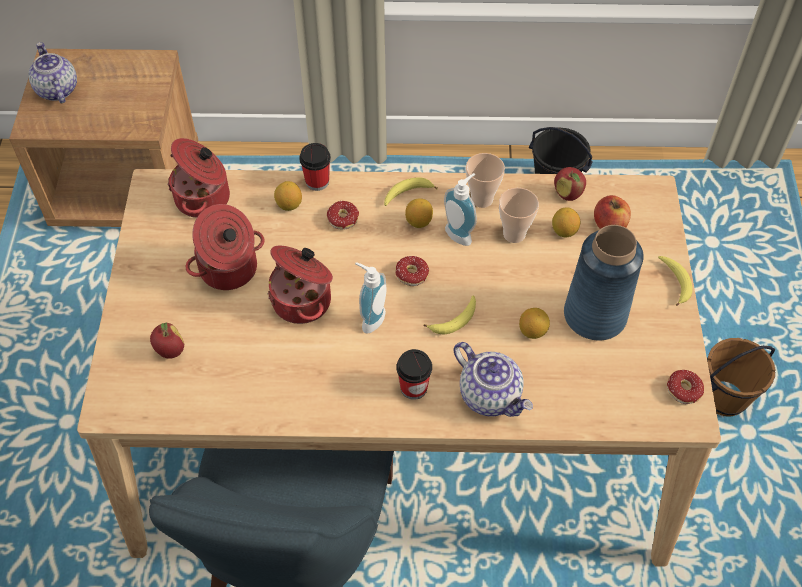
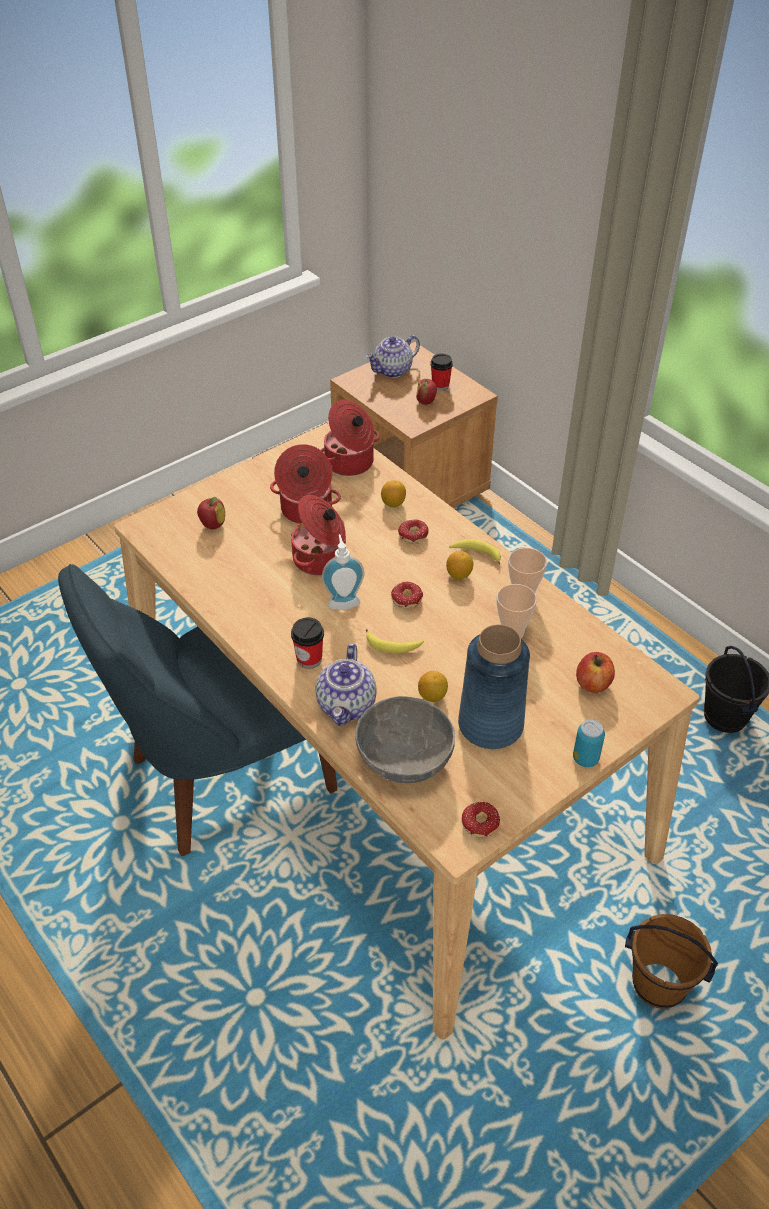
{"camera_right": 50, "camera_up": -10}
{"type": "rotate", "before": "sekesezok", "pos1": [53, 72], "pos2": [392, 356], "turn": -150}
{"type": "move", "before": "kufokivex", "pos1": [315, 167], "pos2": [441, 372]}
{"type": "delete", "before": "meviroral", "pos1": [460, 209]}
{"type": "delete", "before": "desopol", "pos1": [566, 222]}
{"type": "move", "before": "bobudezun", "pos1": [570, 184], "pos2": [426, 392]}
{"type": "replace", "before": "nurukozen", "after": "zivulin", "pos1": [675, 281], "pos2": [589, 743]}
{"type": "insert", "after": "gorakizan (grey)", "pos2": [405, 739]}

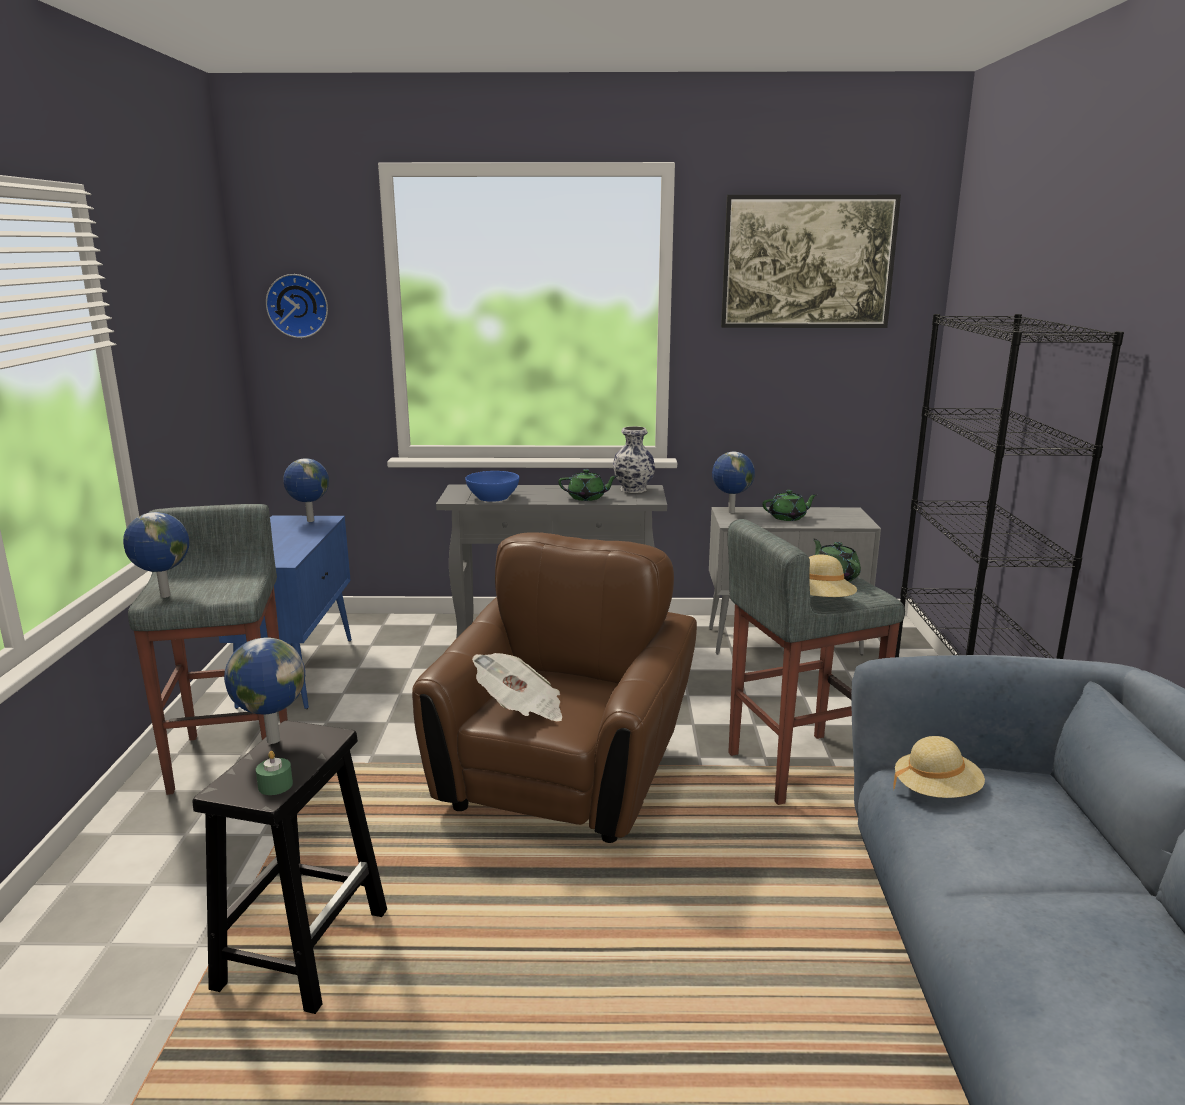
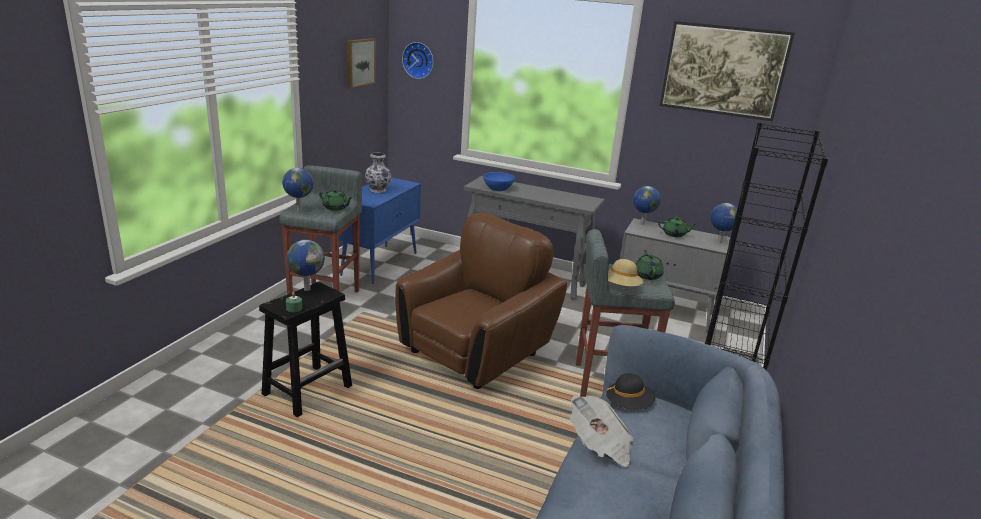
{"camera_right": 20, "camera_up": 5}
{"type": "move", "before": "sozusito", "pos1": [306, 490], "pos2": [724, 223]}
{"type": "move", "before": "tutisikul", "pos1": [517, 687], "pos2": [601, 431]}
{"type": "move", "before": "sekesezok (green)", "pos1": [588, 485], "pos2": [336, 200]}
{"type": "move", "before": "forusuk", "pos1": [634, 459], "pos2": [378, 172]}
{"type": "recolor", "before": "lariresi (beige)", "after": "lariresi (black)", "pos1": [939, 767], "pos2": [630, 391]}
{"type": "insert", "after": "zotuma", "pos2": [360, 63]}

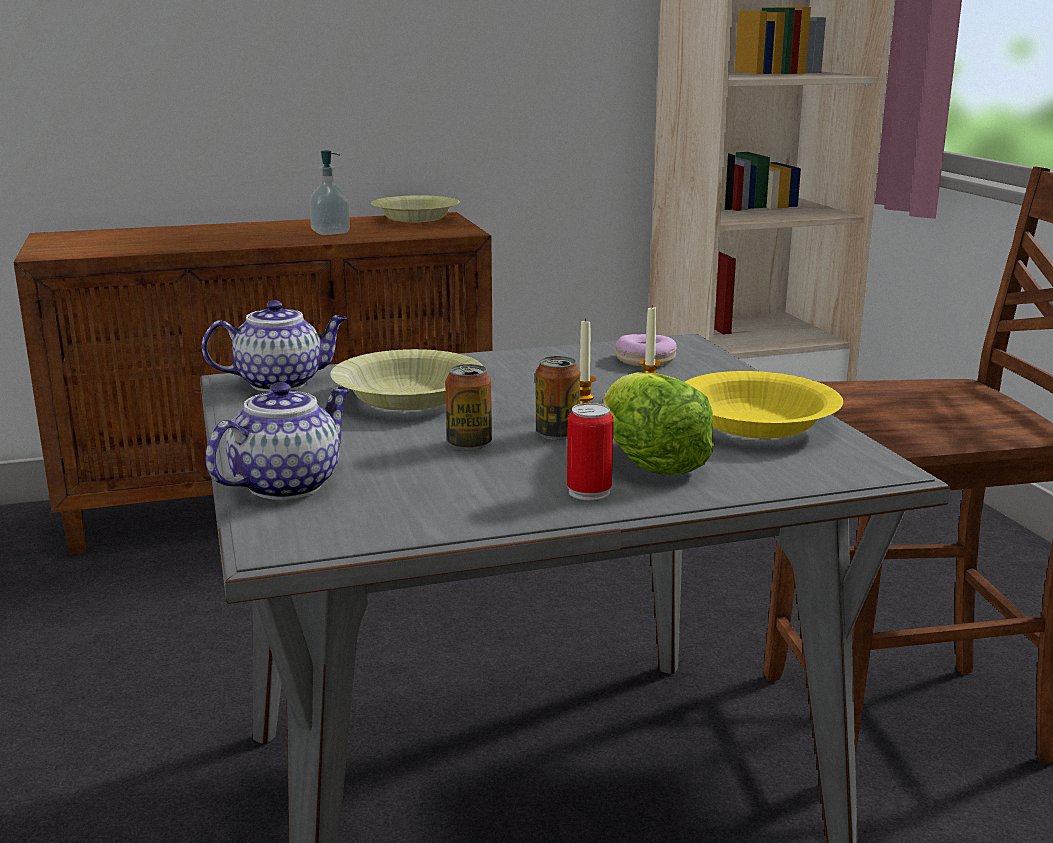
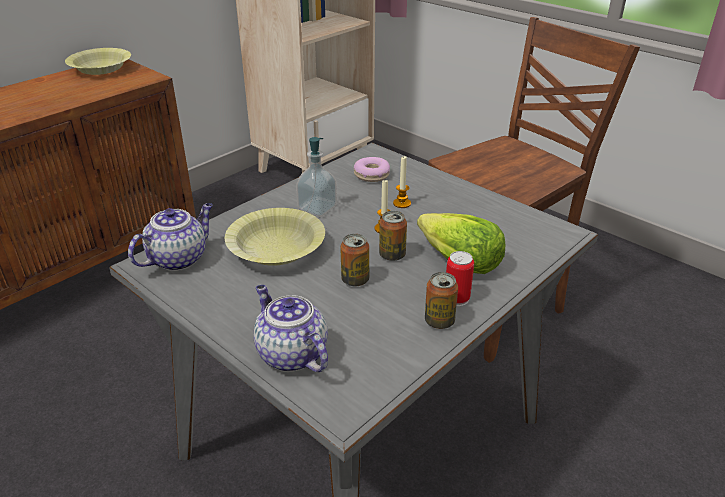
{"camera_right": -30, "camera_up": 15}
{"type": "rotate", "before": "sekesezok", "pos1": [278, 441], "pos2": [291, 328], "turn": -45}
{"type": "move", "before": "meviroral", "pos1": [329, 192], "pos2": [316, 177]}
{"type": "delete", "before": "gorakizan (yellow)", "pos1": [764, 405]}
{"type": "insert", "after": "zivulin", "pos2": [441, 300]}

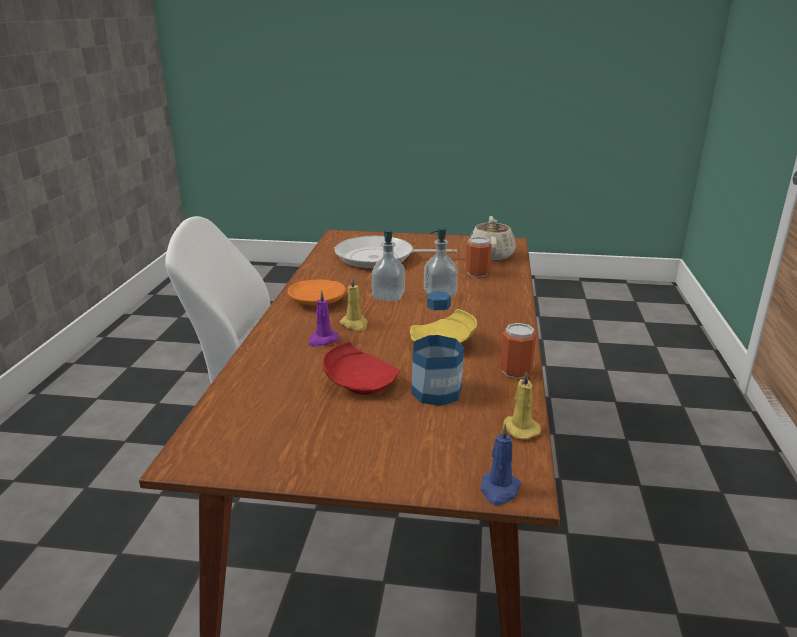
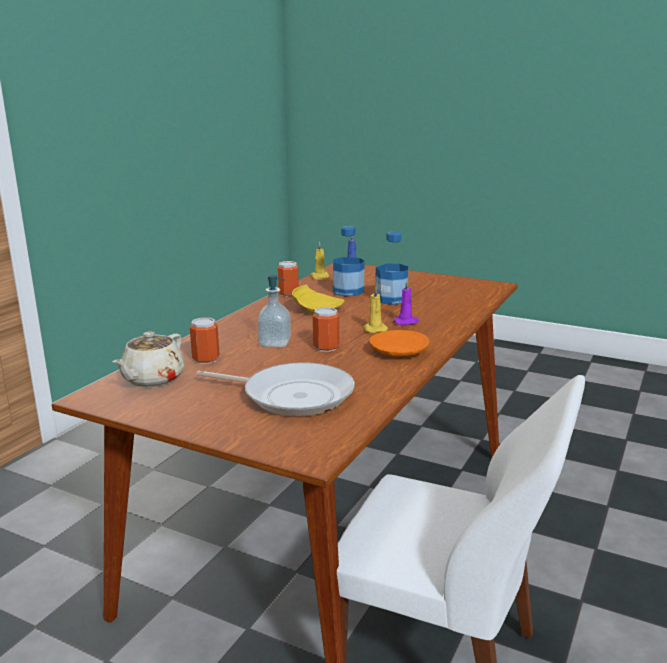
{"camera_right": -160, "camera_up": -5}
{"type": "replace", "before": "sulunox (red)", "after": "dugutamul", "pos1": [361, 368], "pos2": [392, 268]}
{"type": "replace", "before": "meviroral", "after": "zivulin", "pos1": [388, 265], "pos2": [326, 329]}

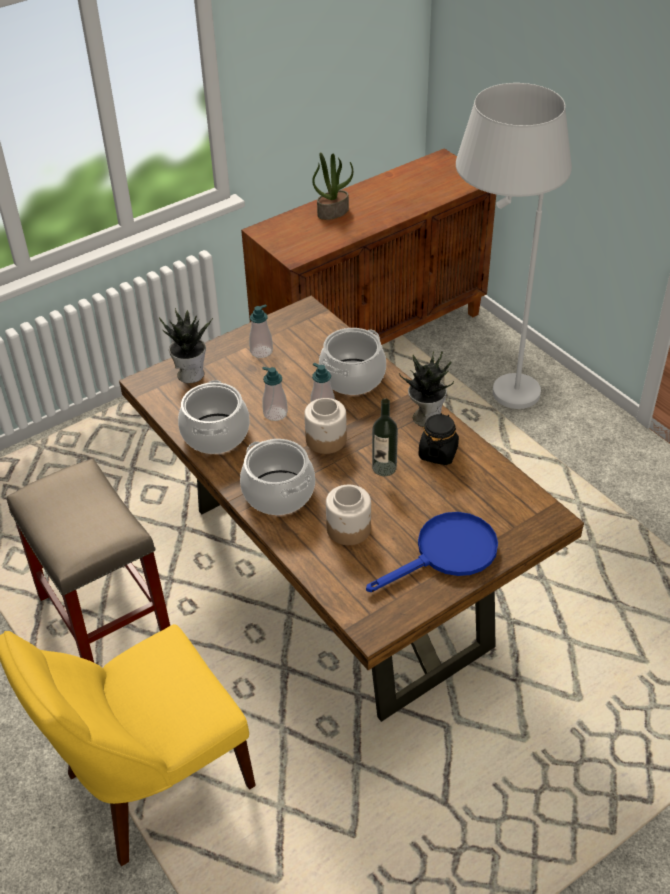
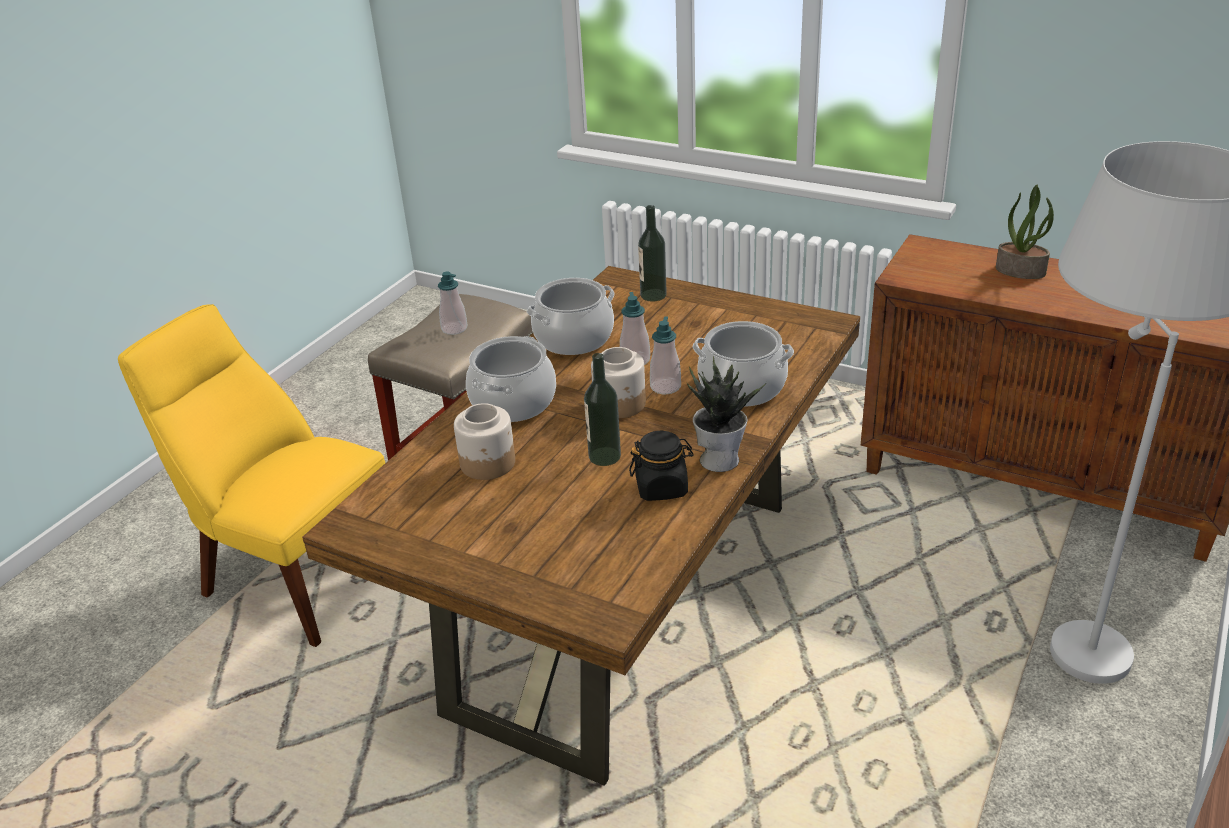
{"camera_right": 65, "camera_up": -10}
{"type": "replace", "before": "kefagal", "after": "dugutamul", "pos1": [186, 345], "pos2": [652, 253]}
{"type": "move", "before": "meviroral", "pos1": [261, 331], "pos2": [452, 303]}
{"type": "delete", "before": "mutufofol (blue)", "pos1": [432, 552]}

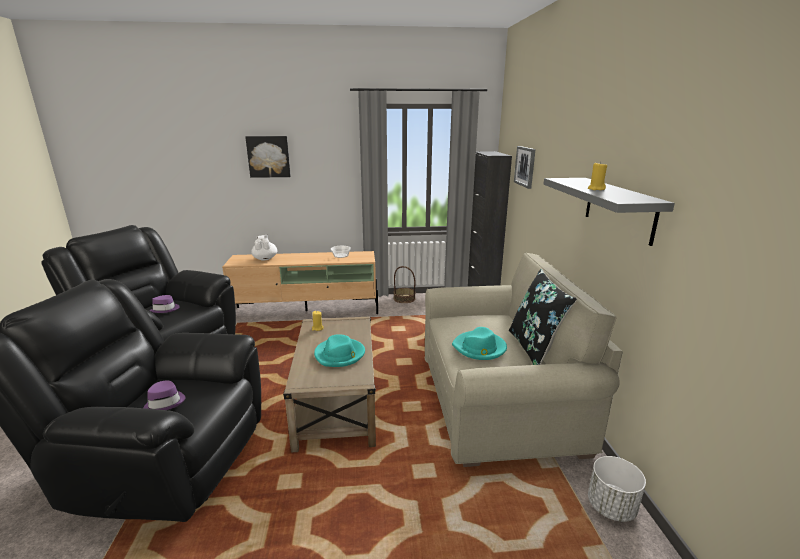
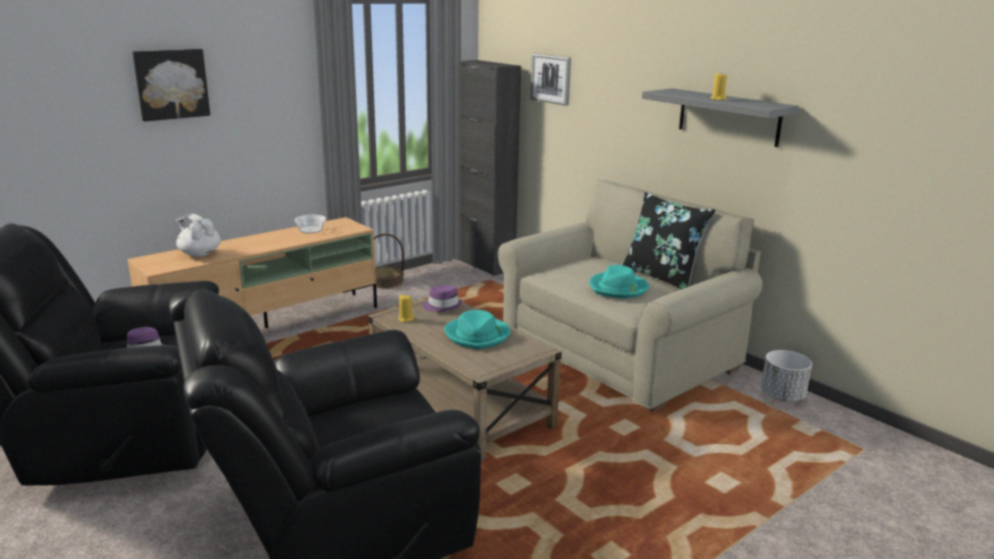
{"camera_right": -35, "camera_up": 0}
{"type": "move", "before": "lariresi (purple)", "pos1": [164, 395], "pos2": [443, 299]}

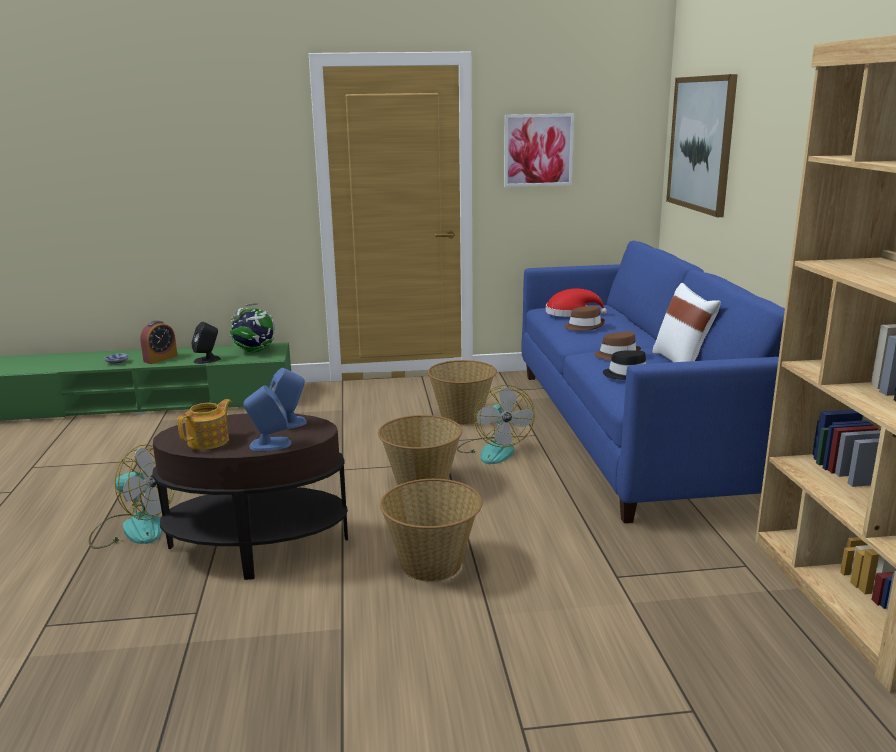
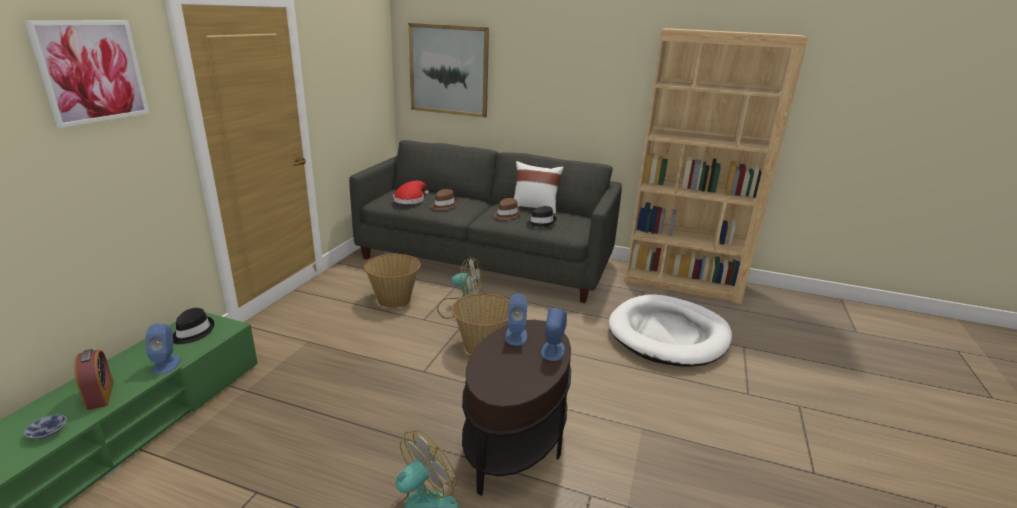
{"camera_right": -65, "camera_up": 5}
{"type": "delete", "before": "sekesezok", "pos1": [204, 424]}
{"type": "recolor", "before": "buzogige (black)", "after": "buzogige (blue)", "pos1": [206, 343], "pos2": [163, 348]}
{"type": "replace", "before": "sozusito", "after": "lariresi (black)", "pos1": [253, 327], "pos2": [193, 326]}
{"type": "delete", "before": "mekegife", "pos1": [431, 530]}
{"type": "move", "before": "zotuma", "pos1": [539, 150], "pos2": [86, 74]}
{"type": "recolor", "before": "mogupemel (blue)", "after": "mogupemel (grey)", "pos1": [653, 382], "pos2": [485, 221]}
{"type": "insert", "after": "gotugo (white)", "pos2": [670, 330]}

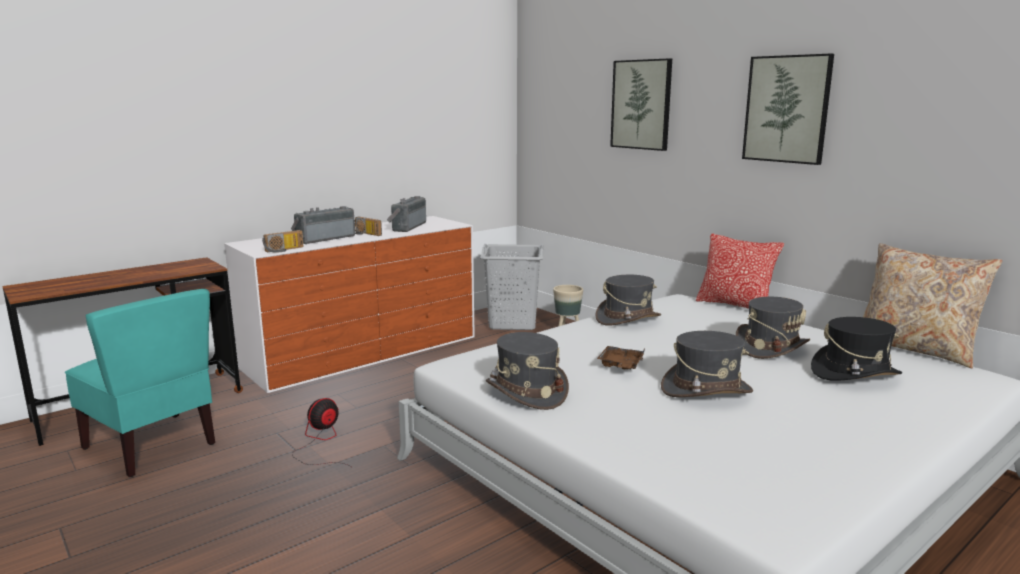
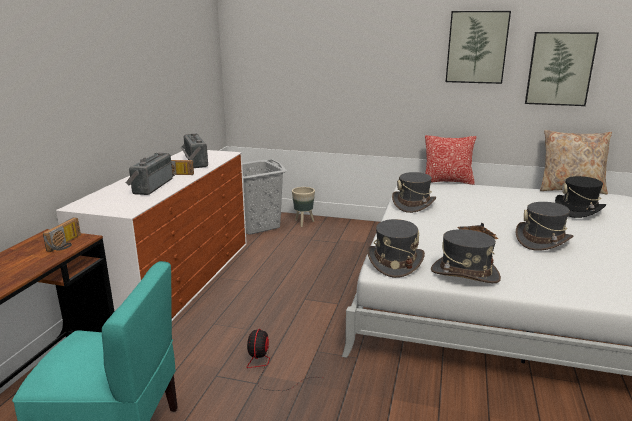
{"camera_right": -35, "camera_up": 5}
{"type": "move", "before": "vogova", "pos1": [282, 241], "pos2": [62, 234]}
{"type": "move", "before": "zotuma", "pos1": [641, 104], "pos2": [562, 69]}
{"type": "move", "before": "lariresi (grey)", "pos1": [773, 328], "pos2": [396, 248]}

